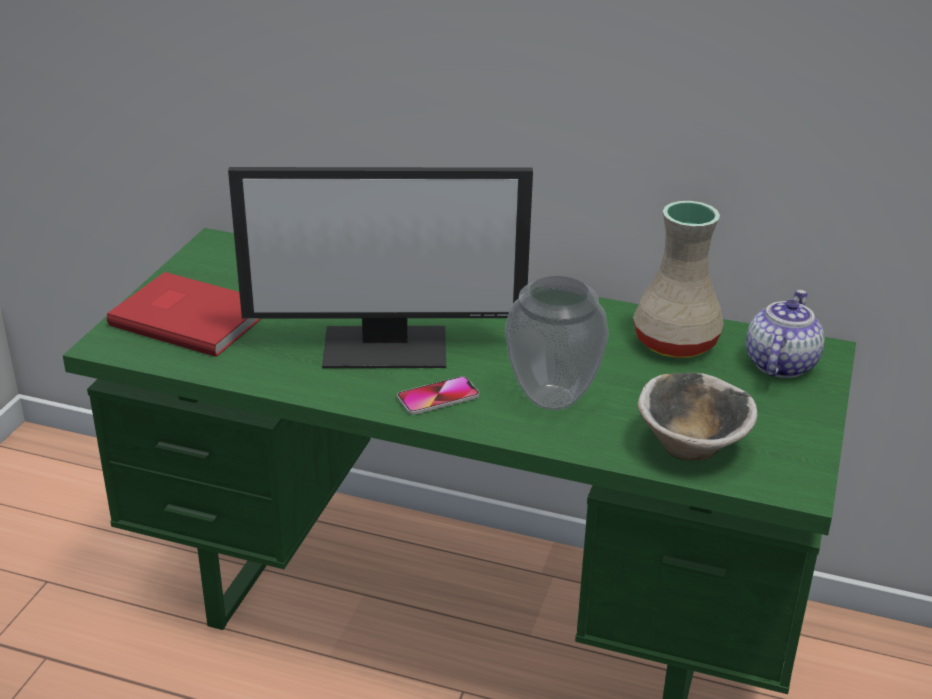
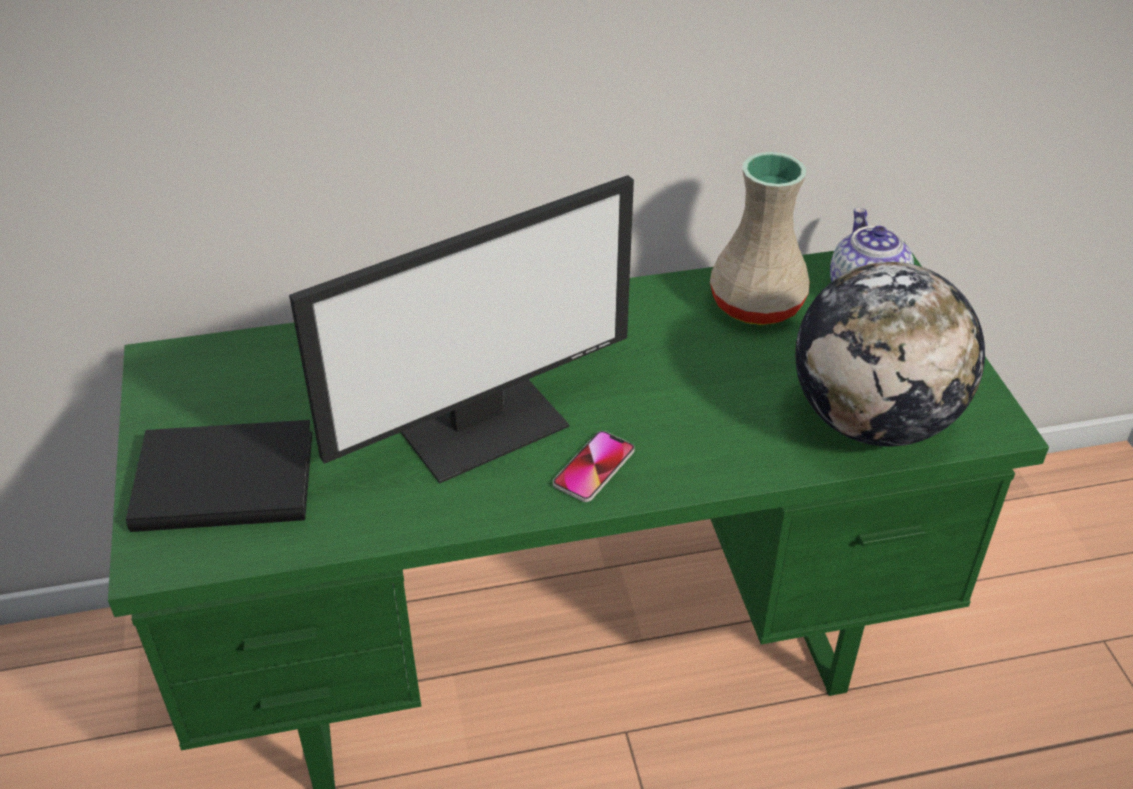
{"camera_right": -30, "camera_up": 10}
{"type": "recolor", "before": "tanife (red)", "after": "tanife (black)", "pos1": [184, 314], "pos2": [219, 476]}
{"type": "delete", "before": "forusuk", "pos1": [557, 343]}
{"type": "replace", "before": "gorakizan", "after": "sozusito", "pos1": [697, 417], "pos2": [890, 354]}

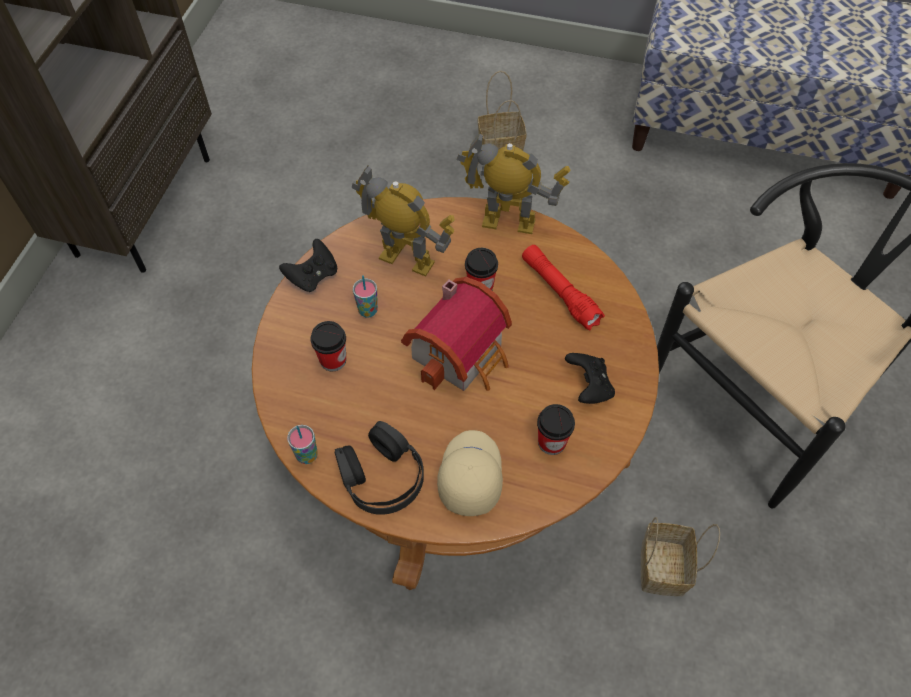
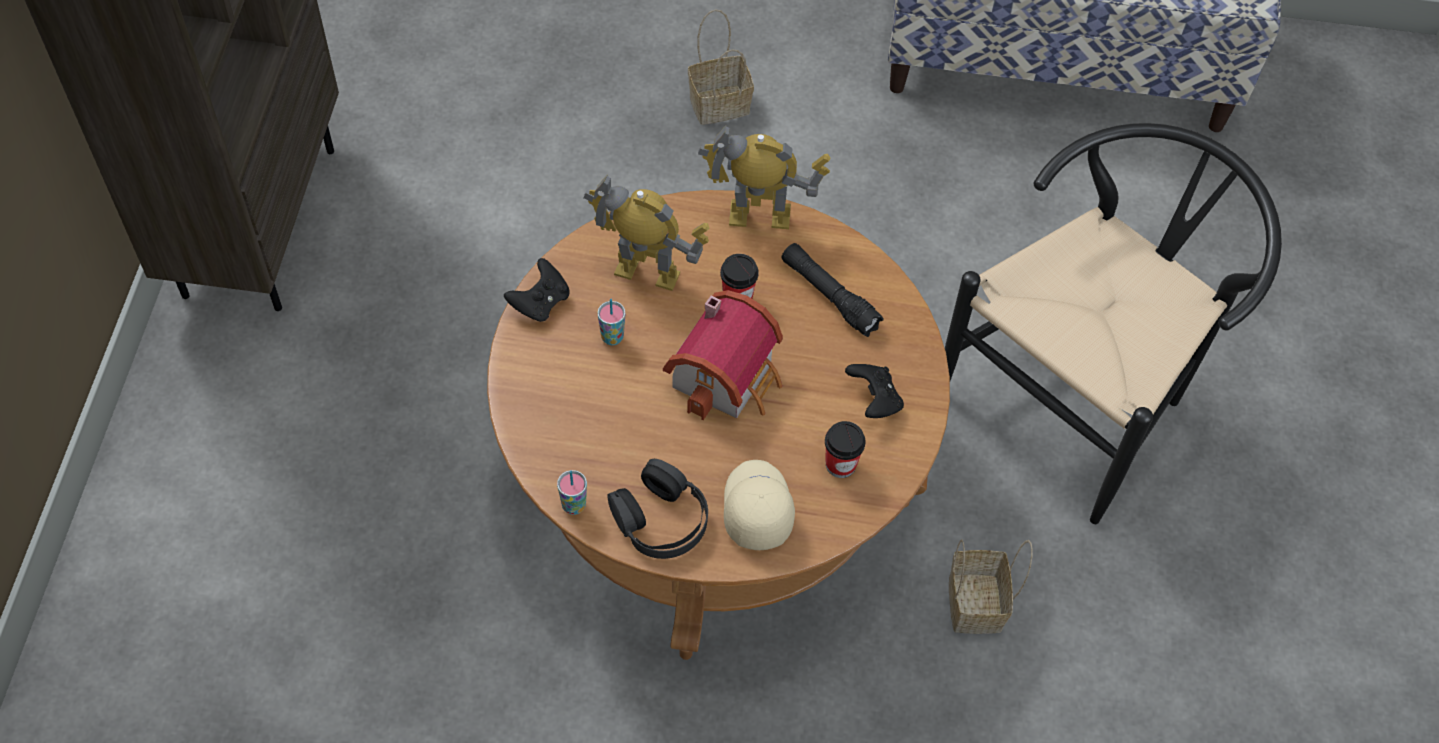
{"camera_right": -10, "camera_up": 0}
{"type": "delete", "before": "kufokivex", "pos1": [328, 346]}
{"type": "recolor", "before": "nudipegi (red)", "after": "nudipegi (black)", "pos1": [563, 288], "pos2": [832, 290]}

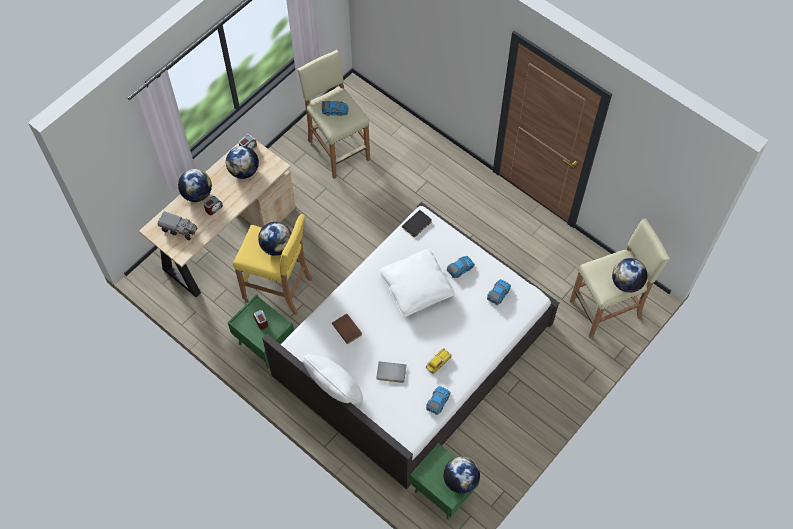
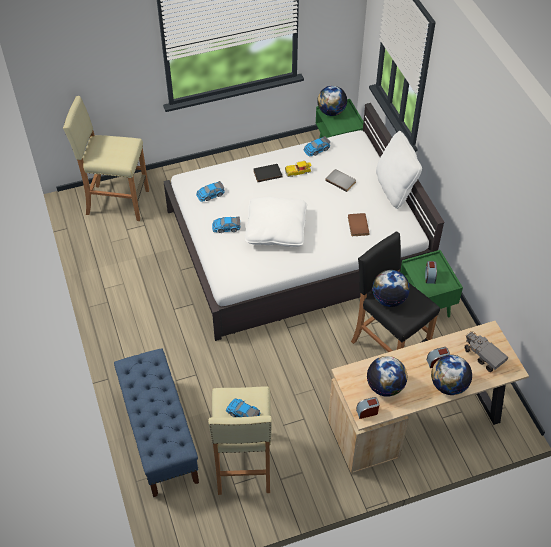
{"camera_right": -150, "camera_up": -10}
{"type": "recolor", "before": "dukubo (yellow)", "after": "dukubo (black)", "pos1": [272, 264], "pos2": [395, 292]}
{"type": "move", "before": "tanife (black)", "pos1": [417, 223], "pos2": [267, 173]}
{"type": "delete", "before": "sozusito", "pos1": [629, 275]}
{"type": "insert", "after": "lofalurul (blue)", "pos2": [156, 423]}

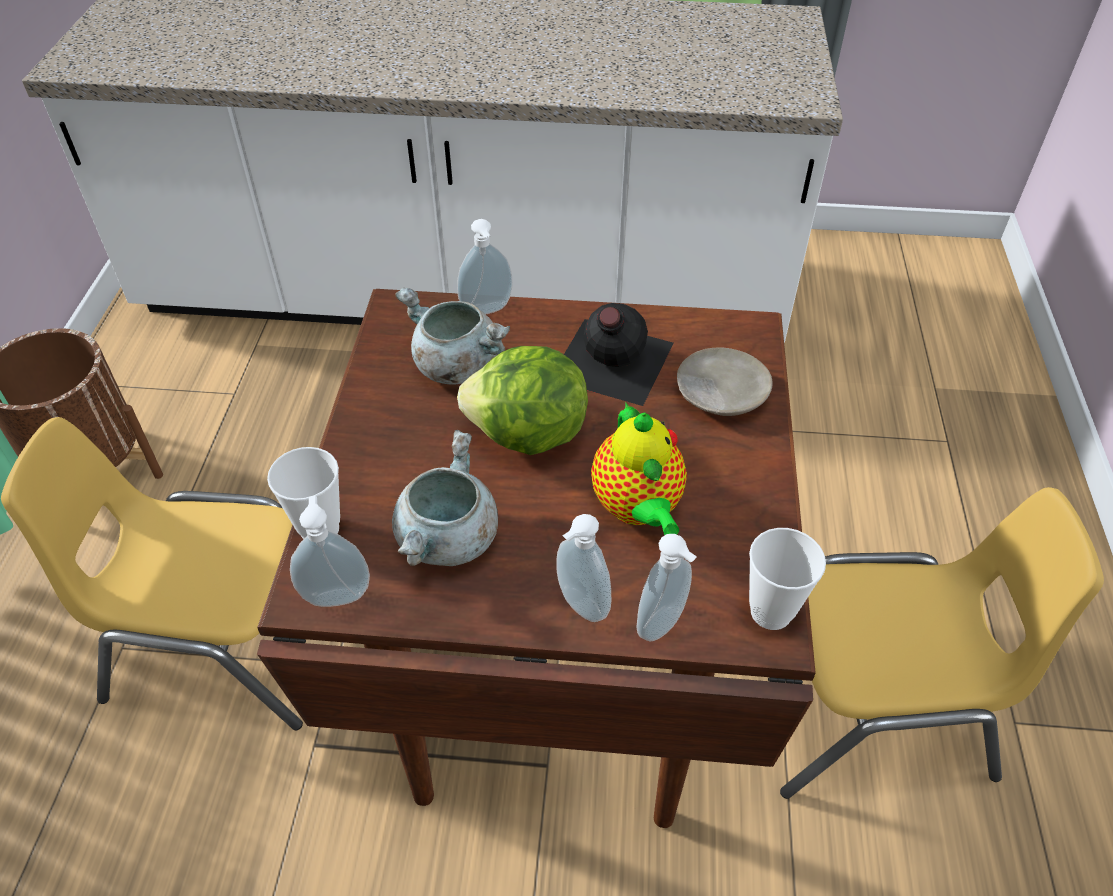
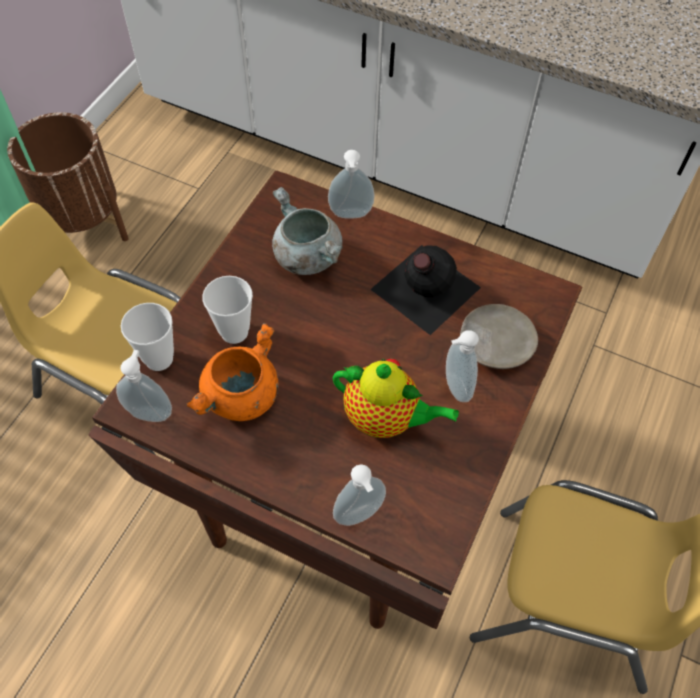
{"camera_right": 20, "camera_up": 10}
{"type": "recolor", "before": "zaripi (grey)", "after": "zaripi (orange)", "pos1": [445, 498], "pos2": [232, 372]}
{"type": "delete", "before": "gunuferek", "pos1": [522, 400]}
{"type": "move", "before": "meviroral", "pos1": [583, 568], "pos2": [462, 366]}
{"type": "rotate", "before": "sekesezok", "pos1": [639, 469], "pos2": [396, 398], "turn": -75}
{"type": "move", "before": "kufokivex", "pos1": [787, 579], "pos2": [227, 310]}

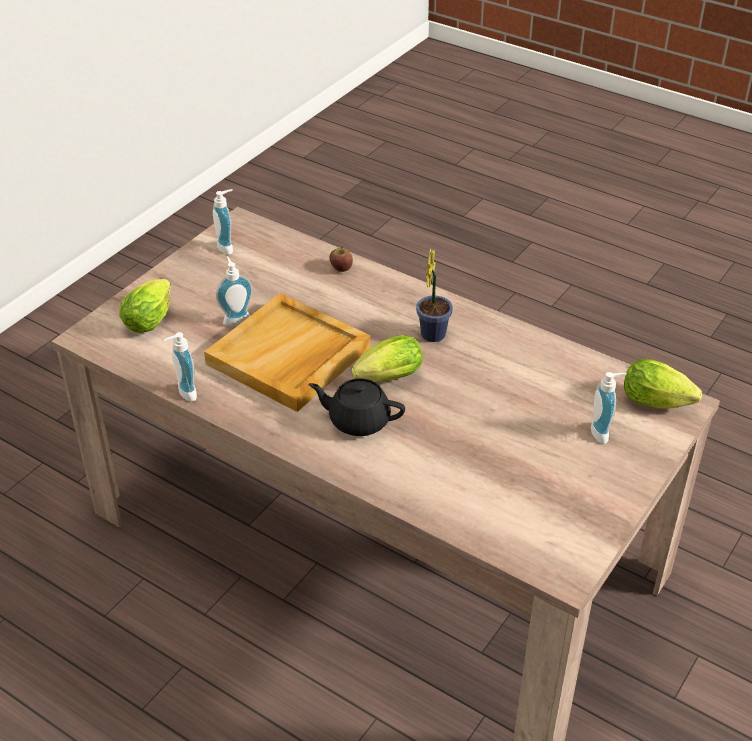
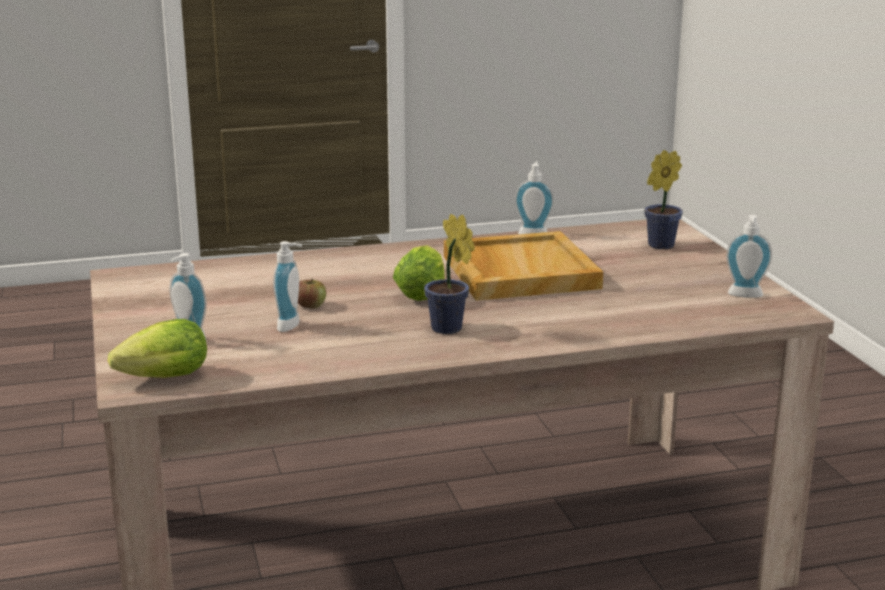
{"camera_right": 130, "camera_up": -20}
{"type": "replace", "before": "gunuferek", "after": "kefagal", "pos1": [145, 306], "pos2": [663, 199]}
{"type": "move", "before": "meviroral", "pos1": [234, 291], "pos2": [287, 286]}
{"type": "delete", "before": "sekesezok (black)", "pos1": [357, 407]}
{"type": "move", "before": "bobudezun", "pos1": [341, 259], "pos2": [312, 294]}

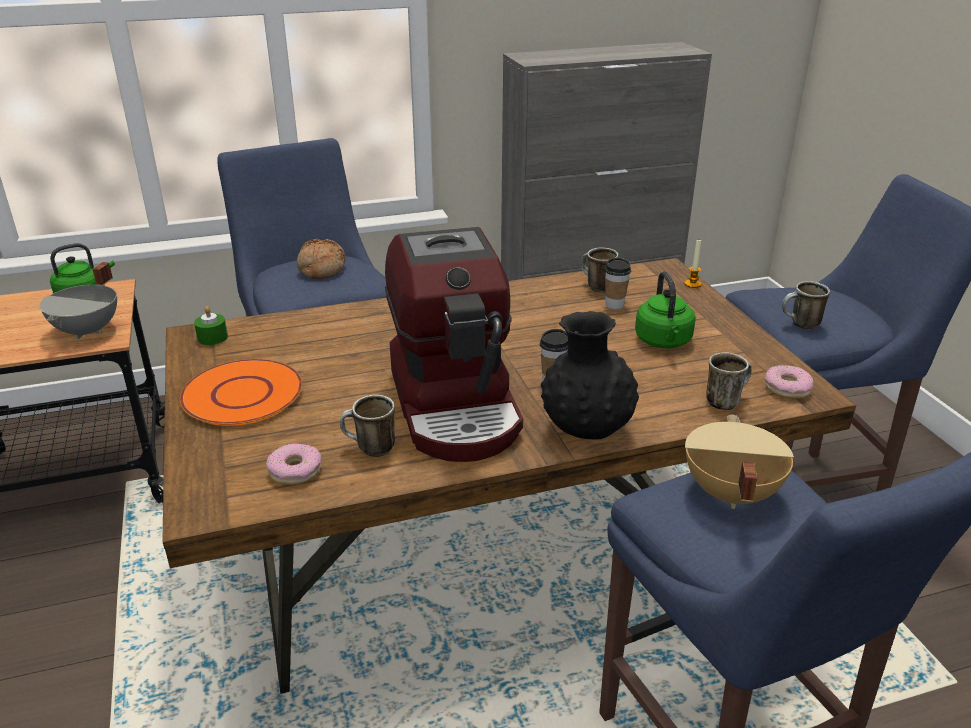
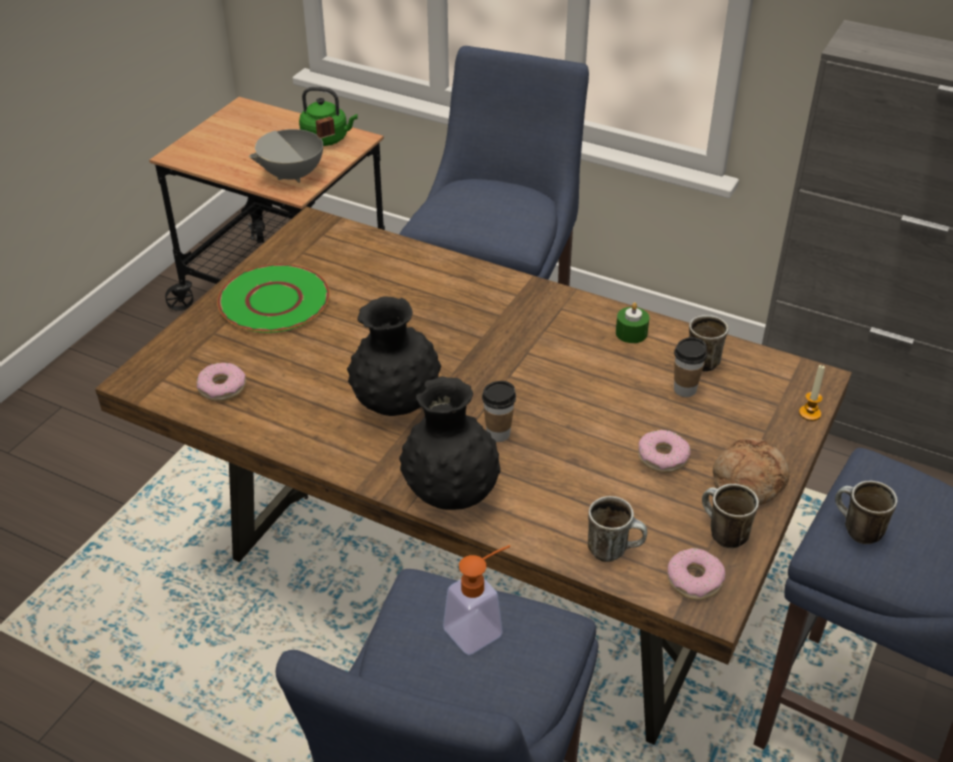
{"camera_right": 45, "camera_up": 10}
{"type": "recolor", "before": "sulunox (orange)", "after": "sulunox (green)", "pos1": [241, 392], "pos2": [273, 298]}
{"type": "move", "before": "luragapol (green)", "pos1": [211, 325], "pos2": [632, 322]}
{"type": "move", "before": "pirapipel", "pos1": [321, 259], "pos2": [751, 471]}
{"type": "move", "before": "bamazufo", "pos1": [367, 426], "pos2": [730, 516]}
{"type": "replace", "before": "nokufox", "after": "forusuk (black)", "pos1": [454, 344], "pos2": [394, 356]}
{"type": "replace", "before": "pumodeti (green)", "after": "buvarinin", "pos1": [665, 309], "pos2": [664, 451]}
{"type": "replace", "before": "zaripi (beige)", "after": "meviroral", "pos1": [739, 461], "pos2": [476, 600]}

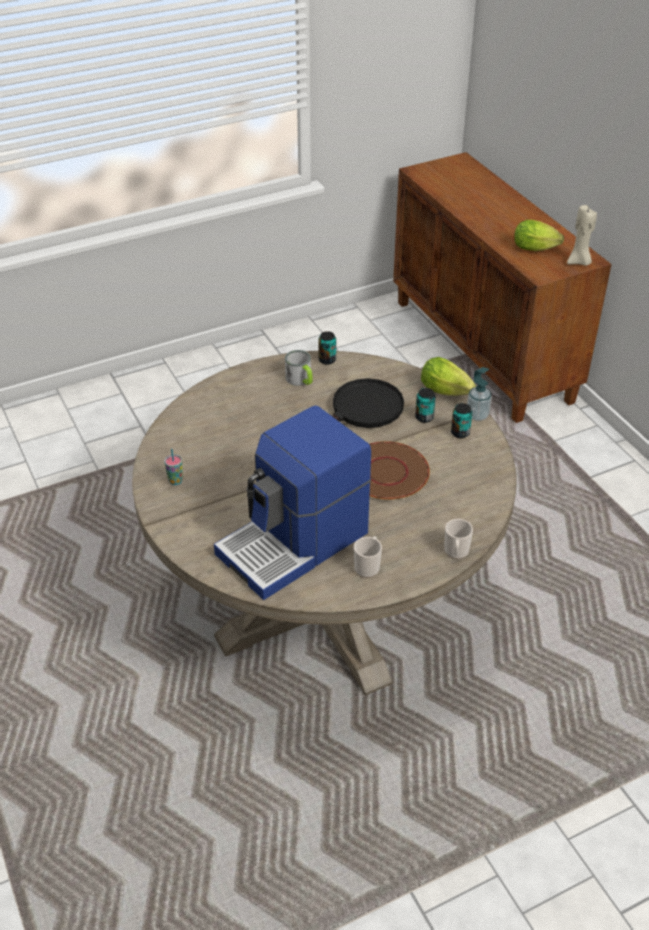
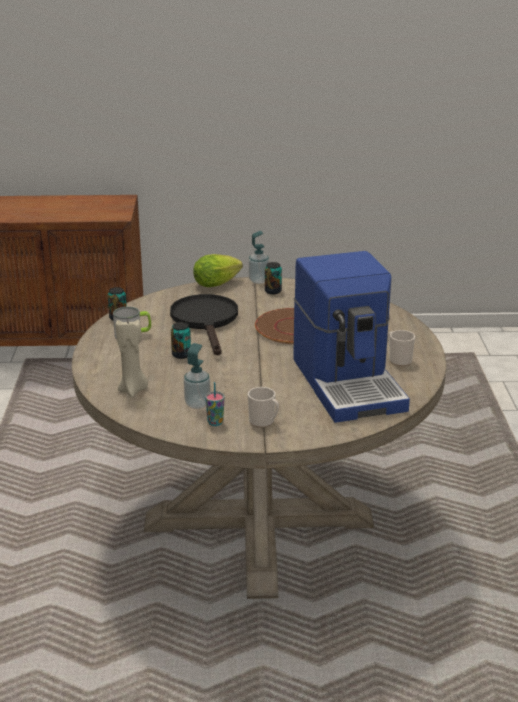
{"camera_right": -65, "camera_up": -15}
{"type": "move", "before": "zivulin", "pos1": [425, 405], "pos2": [181, 340]}
{"type": "move", "before": "bamazufo", "pos1": [458, 539], "pos2": [263, 407]}
{"type": "delete", "before": "gunuferek", "pos1": [539, 235]}
{"type": "move", "before": "luragapol (beige)", "pos1": [582, 235], "pos2": [132, 357]}
{"type": "insert", "after": "meviroral", "pos2": [197, 376]}

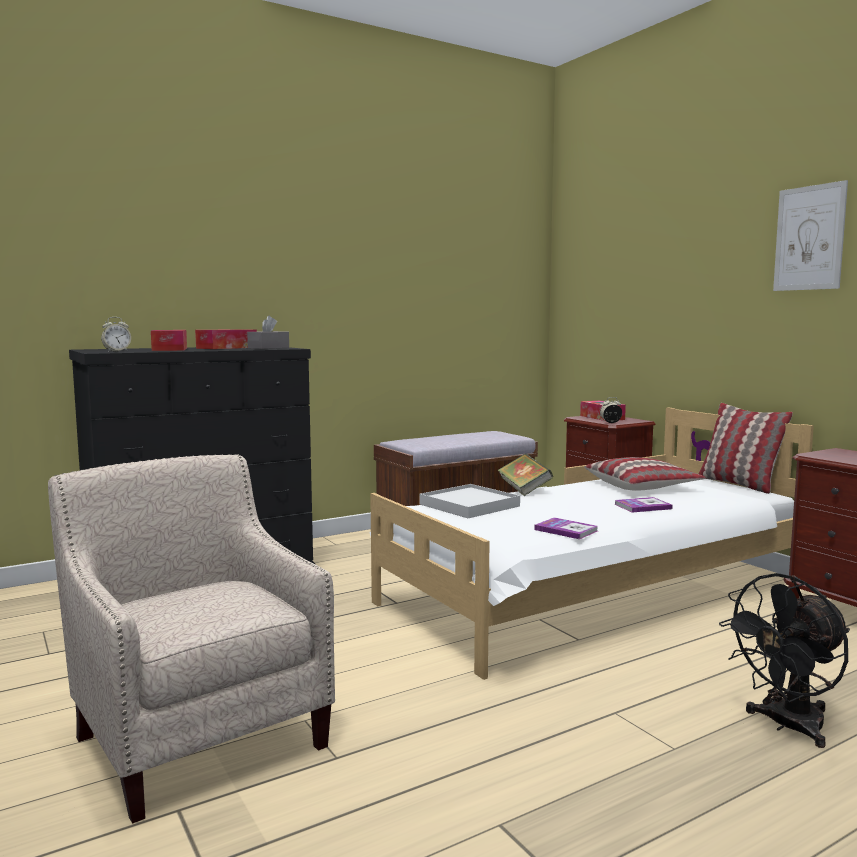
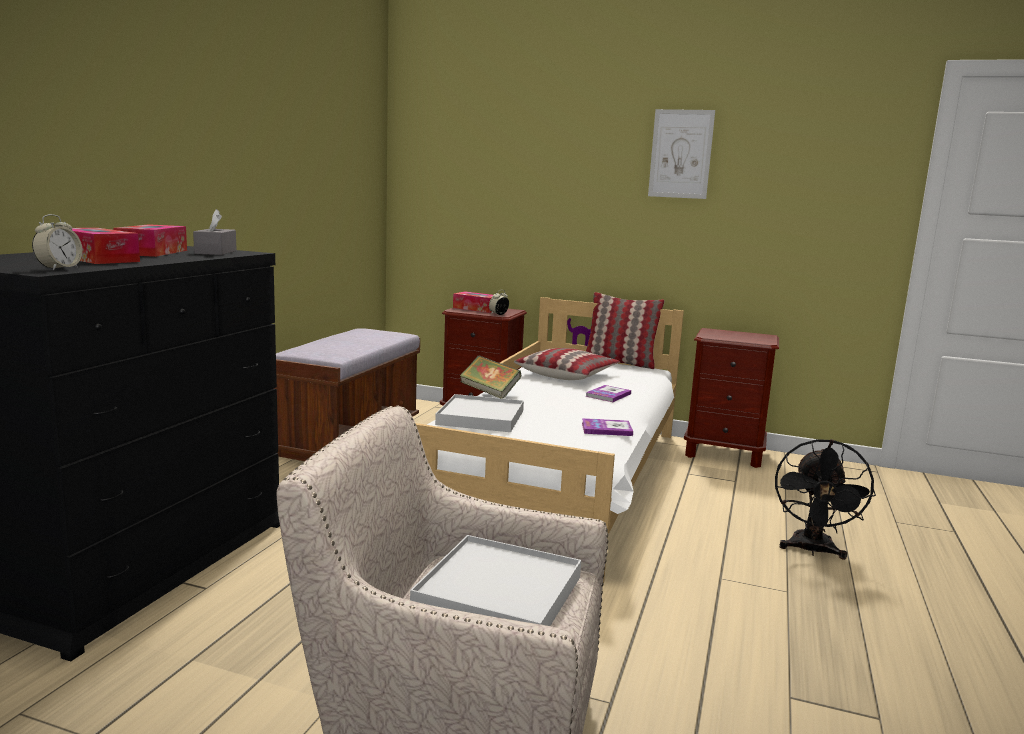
{"camera_right": -40, "camera_up": 5}
{"type": "insert", "after": "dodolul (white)", "pos2": [495, 580]}

